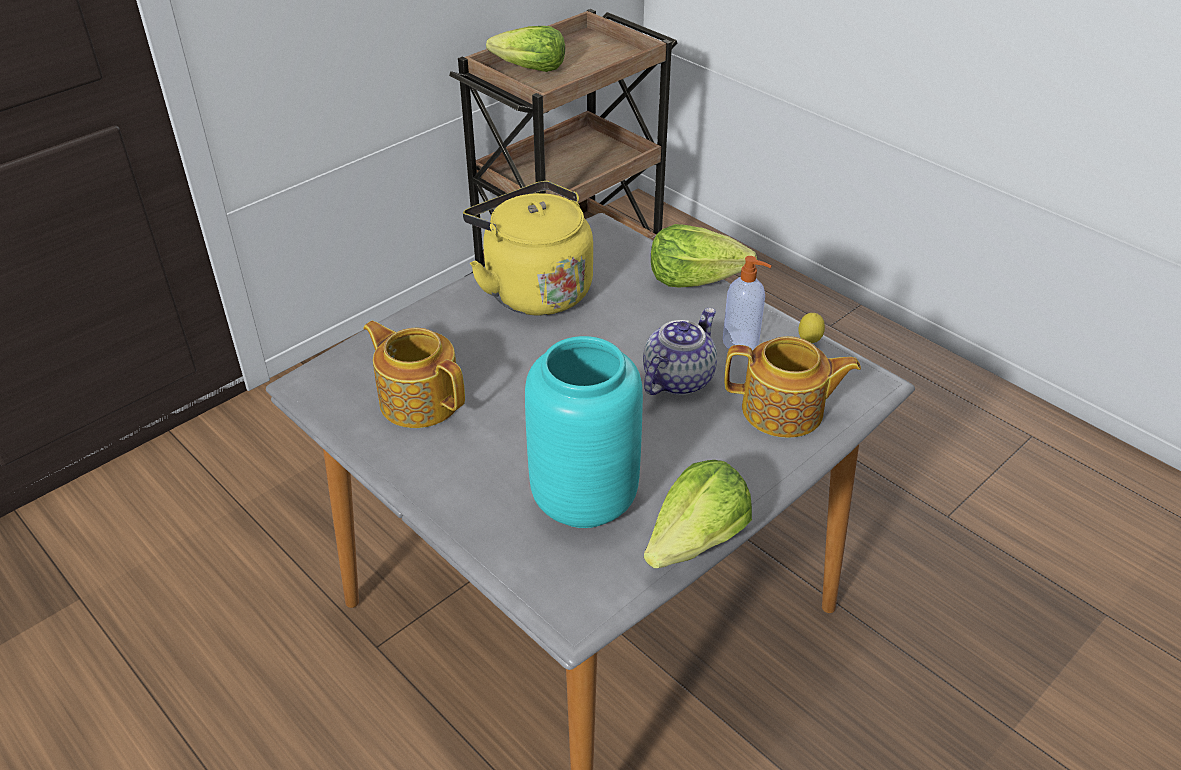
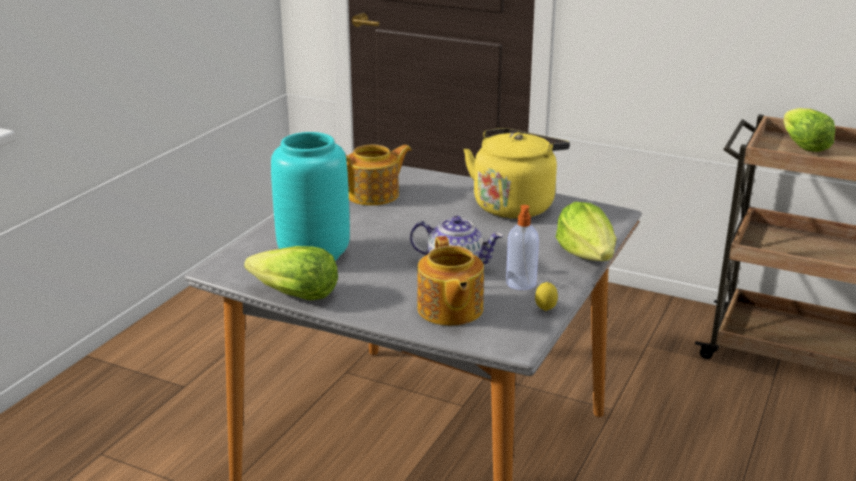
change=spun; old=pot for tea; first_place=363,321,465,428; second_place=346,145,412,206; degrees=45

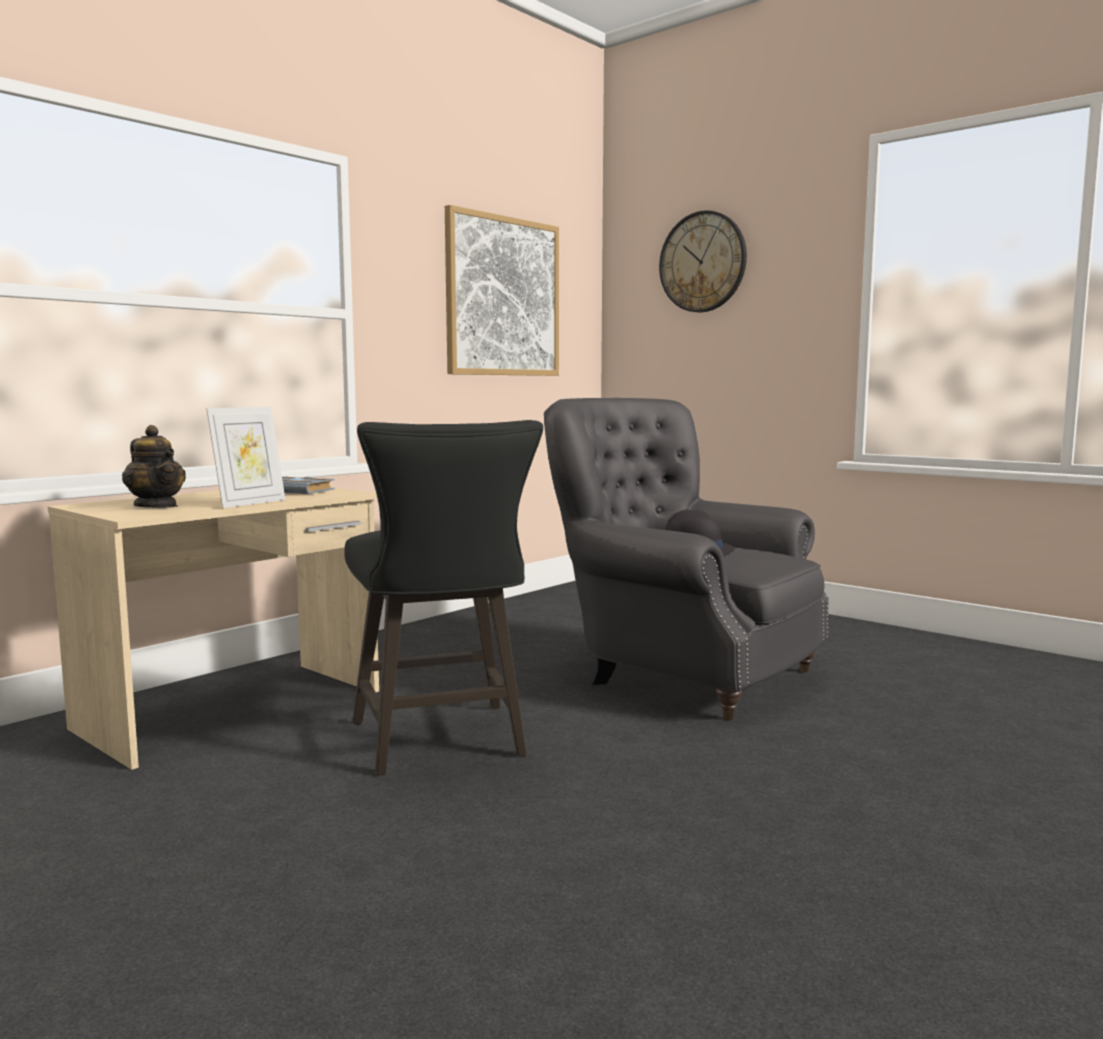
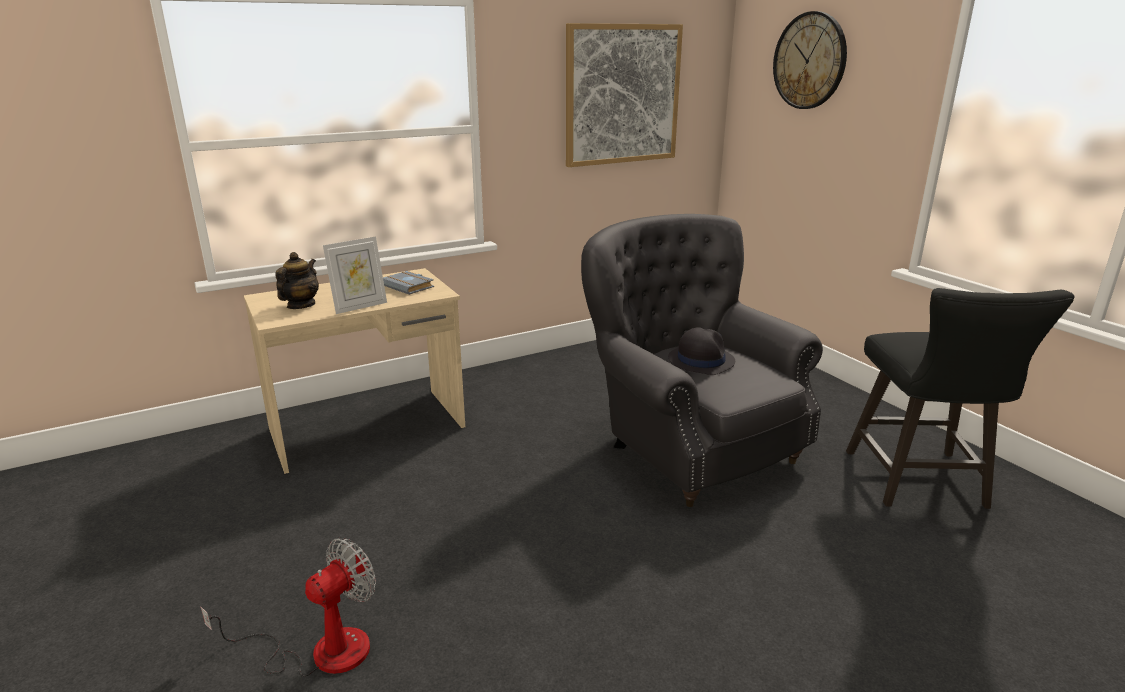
change=appeared; new=electric fan; second_place=200,538,376,677
change=spun; old=pot for tea; first_place=122,425,186,508; second_place=275,252,319,309; degrees=-135
change=relocated; old=black-coloured stool; first_place=344,420,543,776; second_place=846,288,1074,509

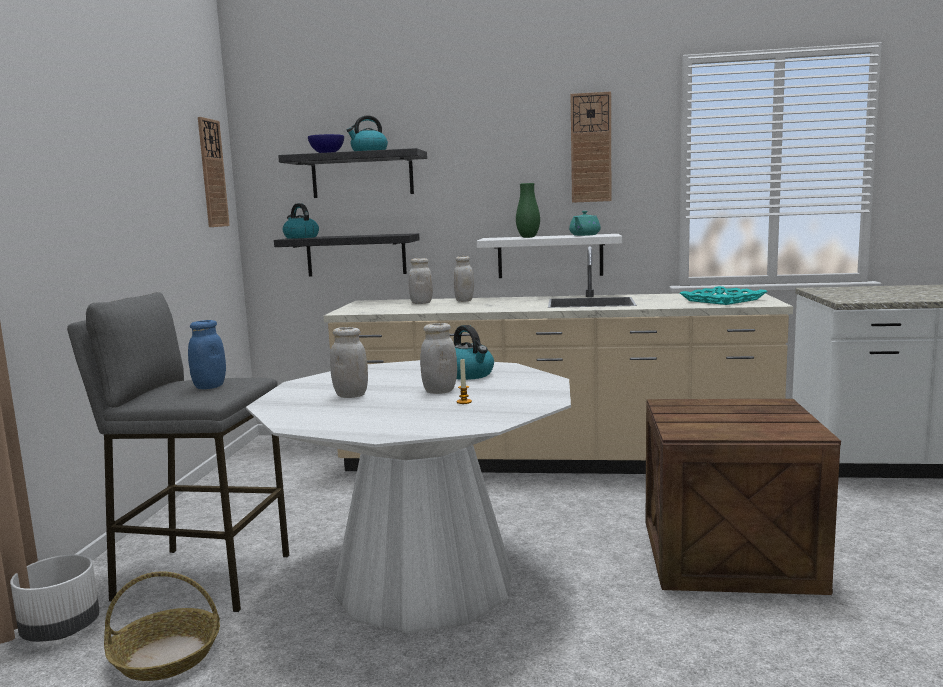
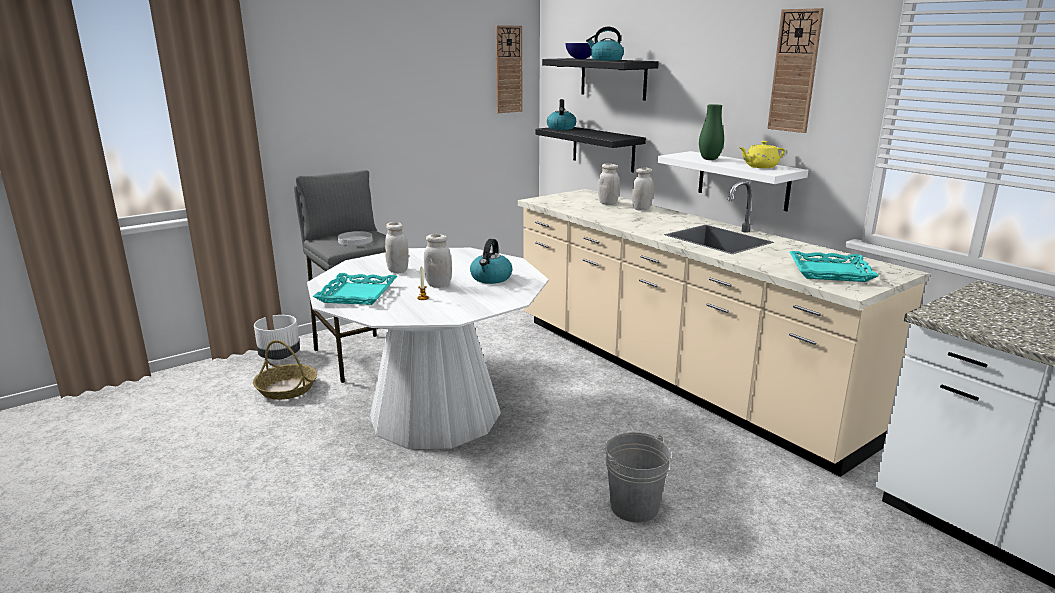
change=appeared; new=blue-green tray; second_place=313,273,397,305
change=exchanged; old=blue jar; new=white-coloured flat dish; first_place=188,320,226,389; second_place=338,231,373,245
change=exchanged; old=shipping crate; new=greyish pail; first_place=646,399,841,595; second_place=605,432,671,523
change=colour; old=blue-green pot for tea; new=yellow pot for tea; first_place=569,211,601,236; second_place=739,141,785,168

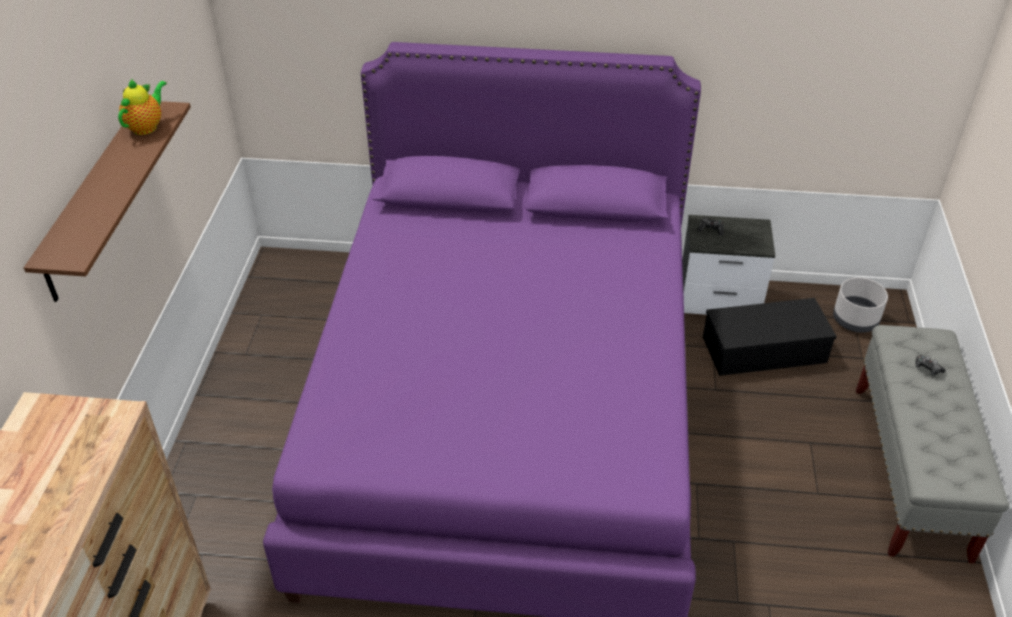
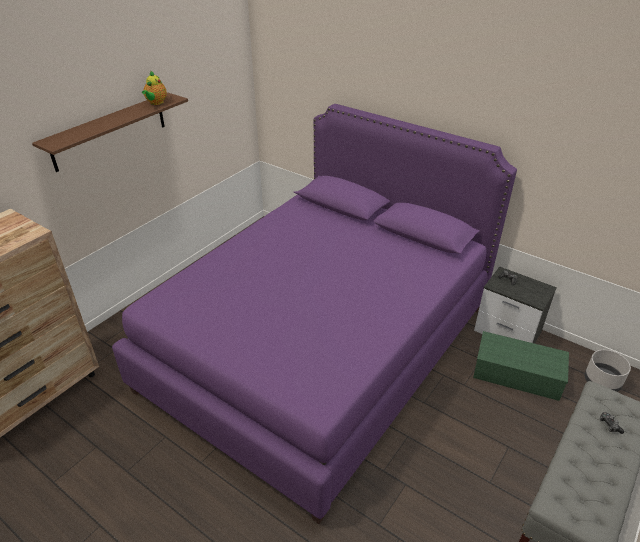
change=spun; old=pot for tea; first_place=118,79,167,135; second_place=142,71,167,105; degrees=135
change=colour; old=black-coloured storage bin; new=greenish storage bin; first_place=703,298,836,376; second_place=473,331,569,401

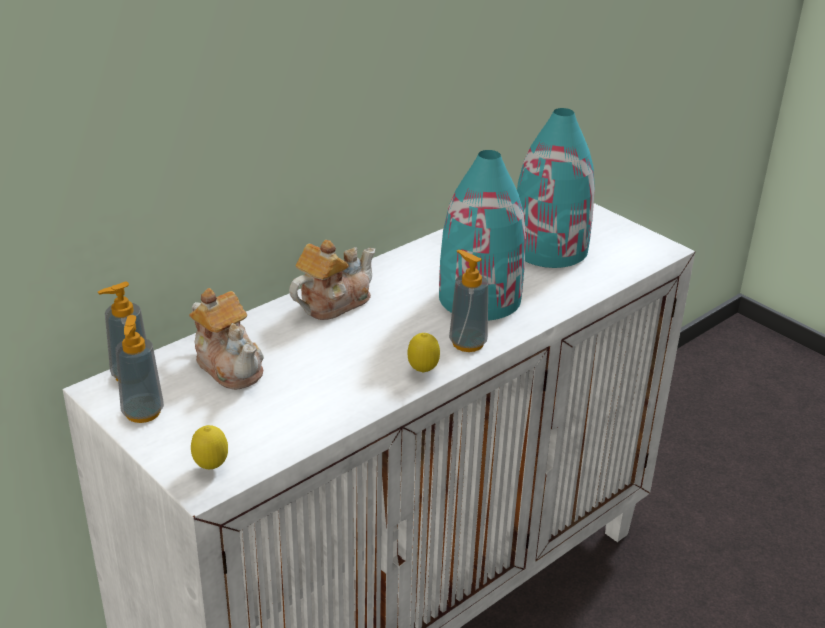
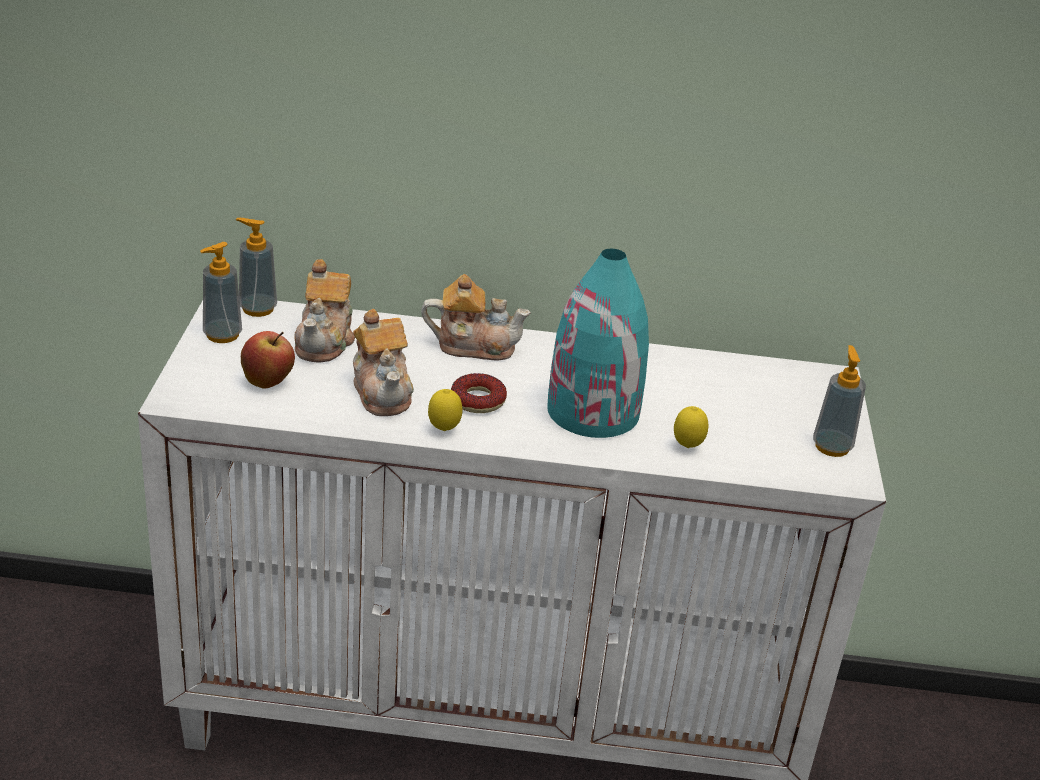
change=appeared; new=whole apple; second_place=241,331,295,389
change=appeared; new=pot for tea; second_place=353,309,414,416
change=appeared; new=donut; second_place=451,373,507,413
change=relocated; old=whole lemon; first_place=191,425,228,469; second_place=674,406,708,448
change=relocated; old=soap bottle; first_place=449,250,488,352; second_place=813,345,866,457
change=missing; old=blue-green decorative vase; first_place=517,108,595,268

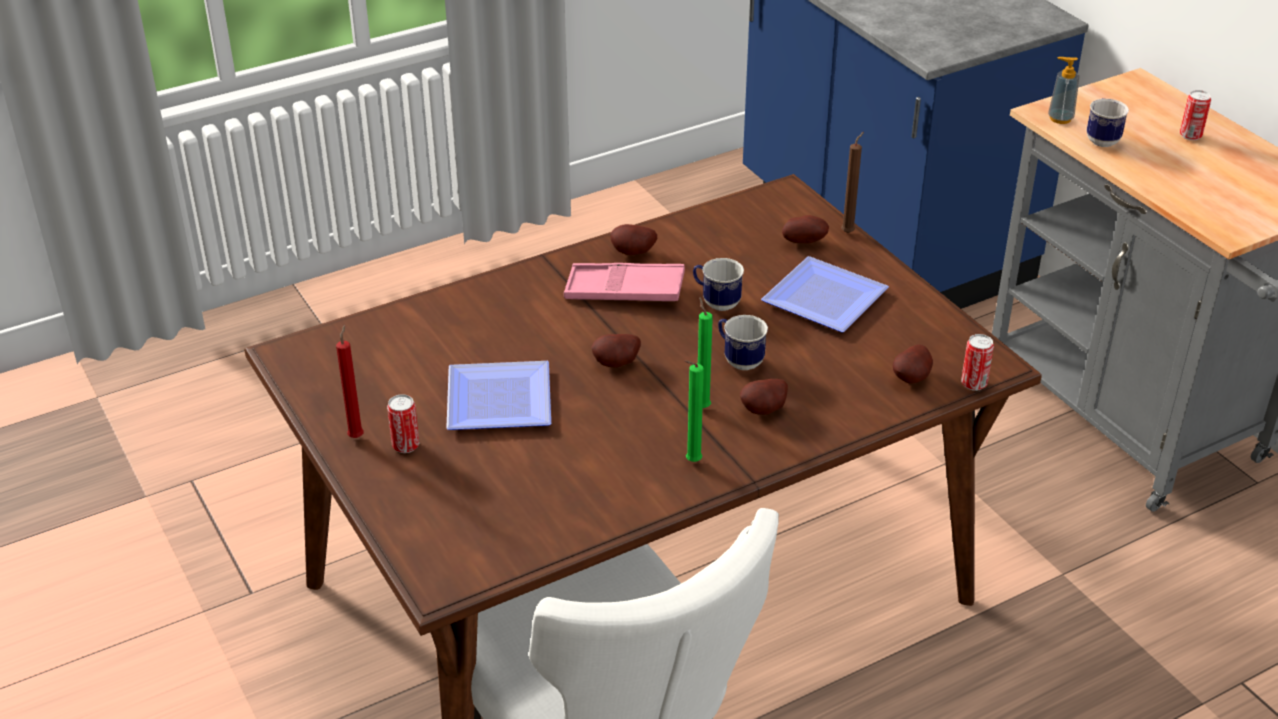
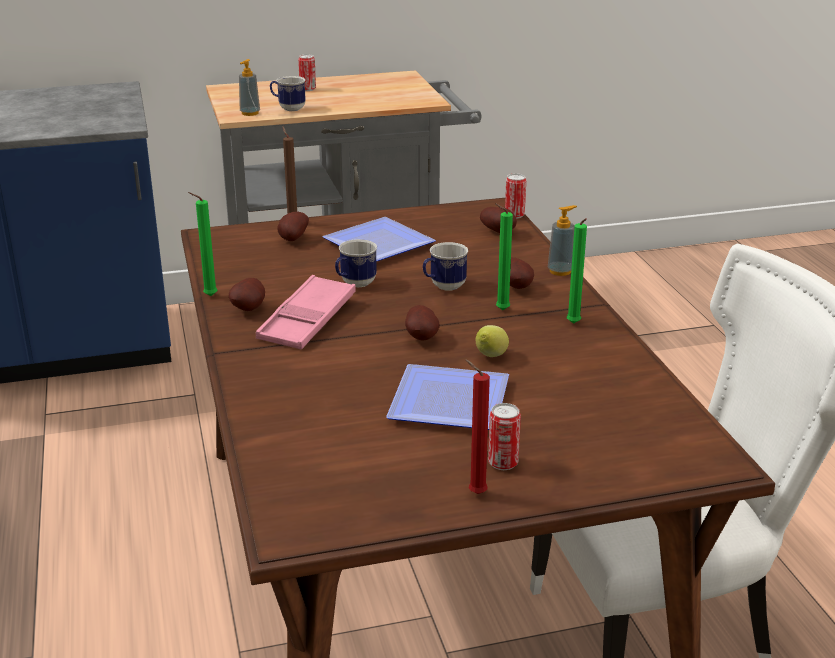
change=appeared; new=greenish candle; second_place=188,192,217,296
change=appeared; new=whole lemon; second_place=476,325,509,357
change=appeared; new=soap bottle; second_place=548,205,577,276

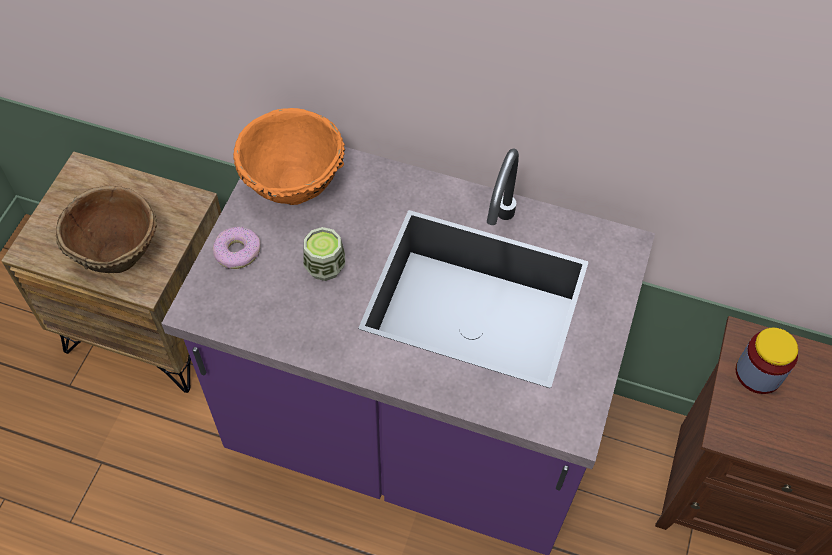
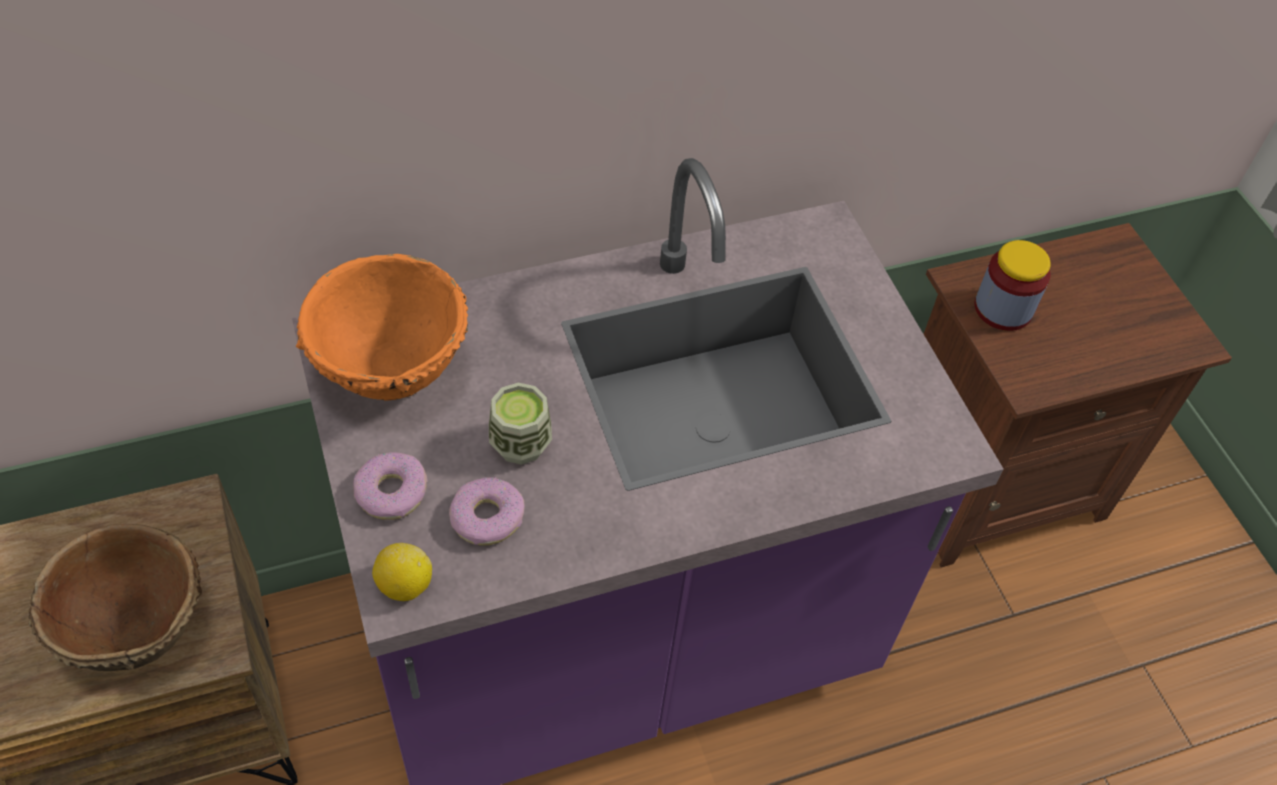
change=appeared; new=whole lemon; second_place=372,543,432,601
change=appeared; new=donut; second_place=449,477,525,546

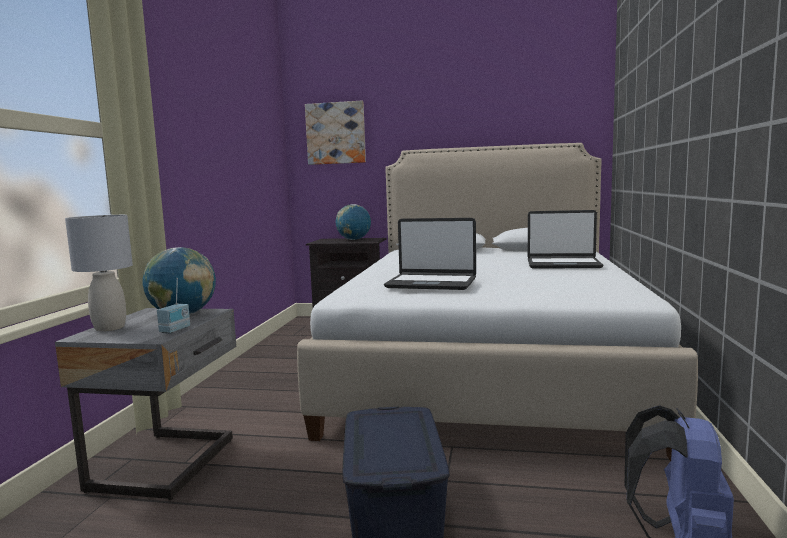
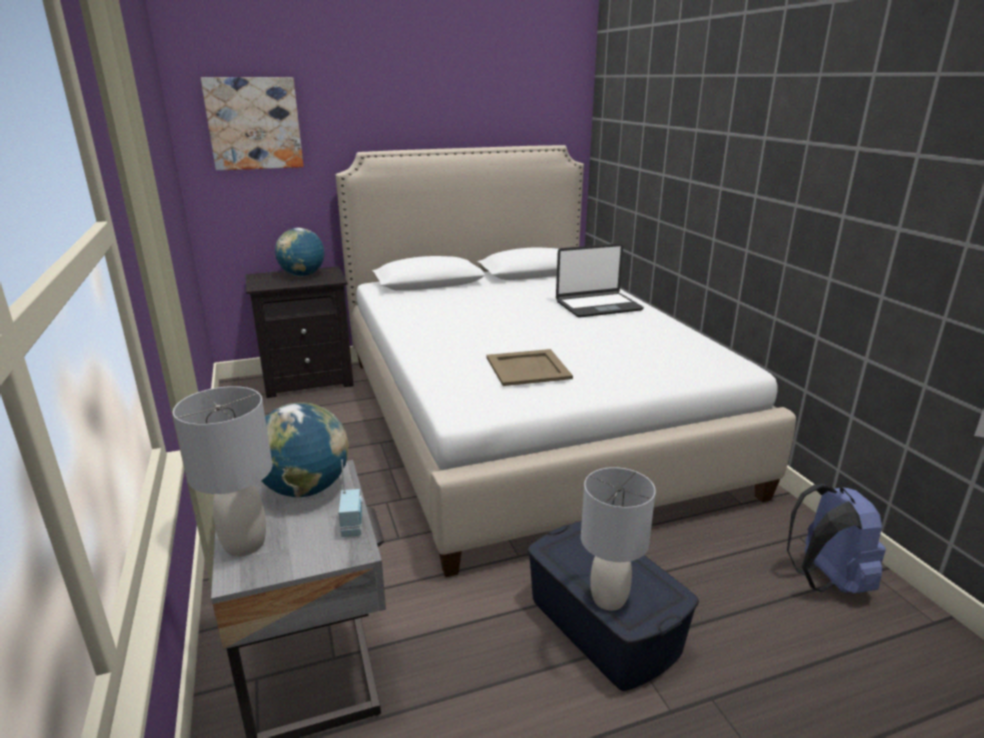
change=exchanged; old=laptop; new=beige tray; first_place=384,218,476,290; second_place=487,349,573,386
change=appeared; new=greyish tabletop lamp; second_place=581,467,656,611

